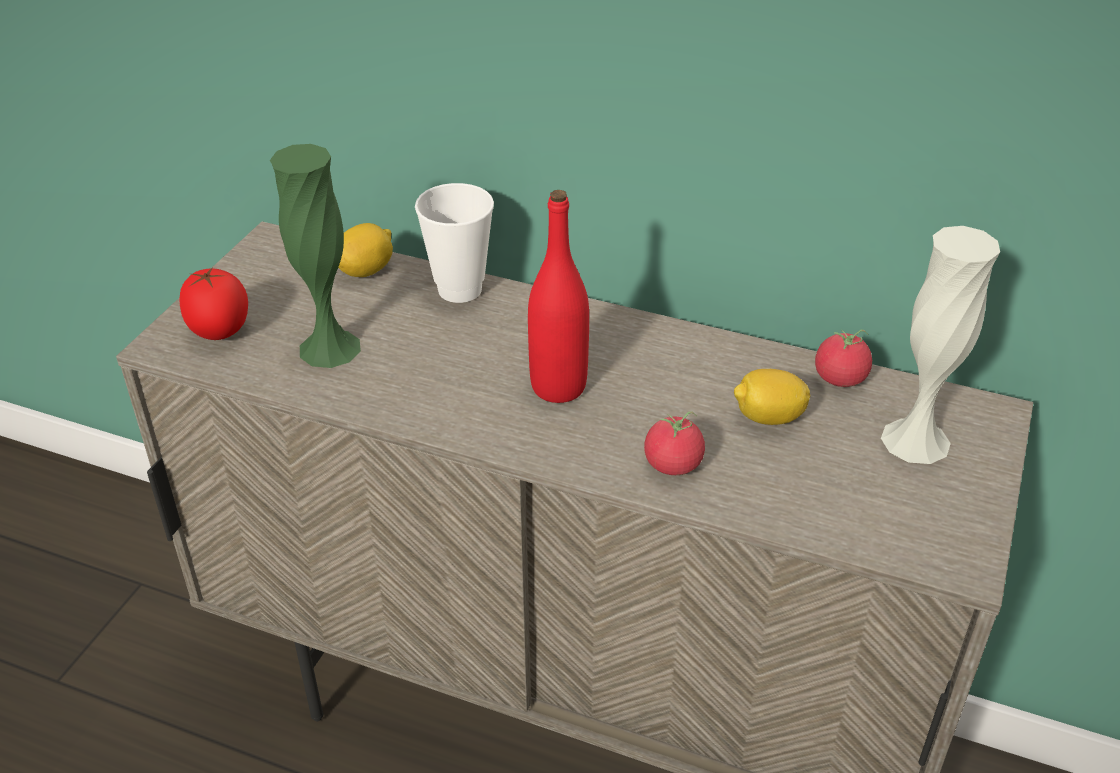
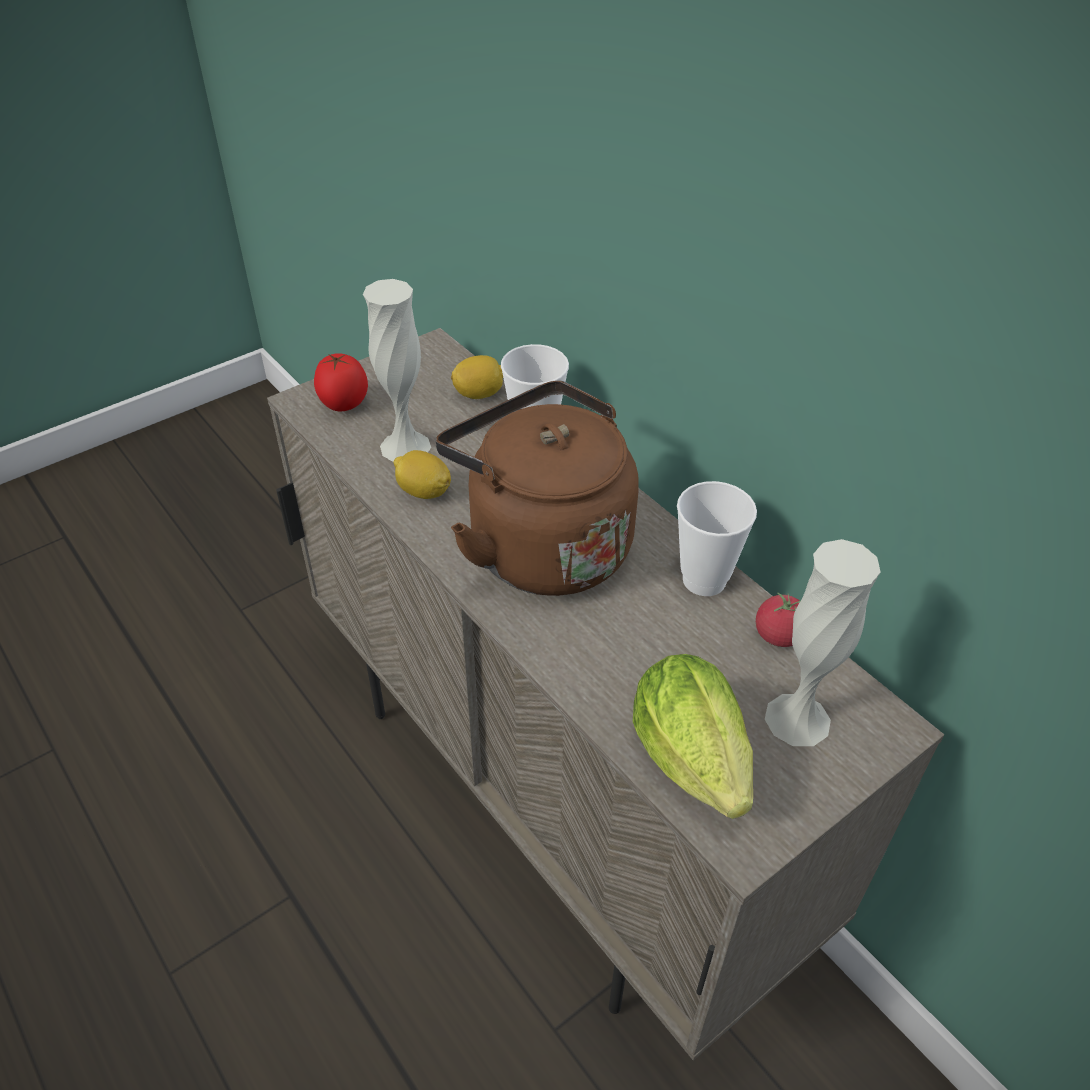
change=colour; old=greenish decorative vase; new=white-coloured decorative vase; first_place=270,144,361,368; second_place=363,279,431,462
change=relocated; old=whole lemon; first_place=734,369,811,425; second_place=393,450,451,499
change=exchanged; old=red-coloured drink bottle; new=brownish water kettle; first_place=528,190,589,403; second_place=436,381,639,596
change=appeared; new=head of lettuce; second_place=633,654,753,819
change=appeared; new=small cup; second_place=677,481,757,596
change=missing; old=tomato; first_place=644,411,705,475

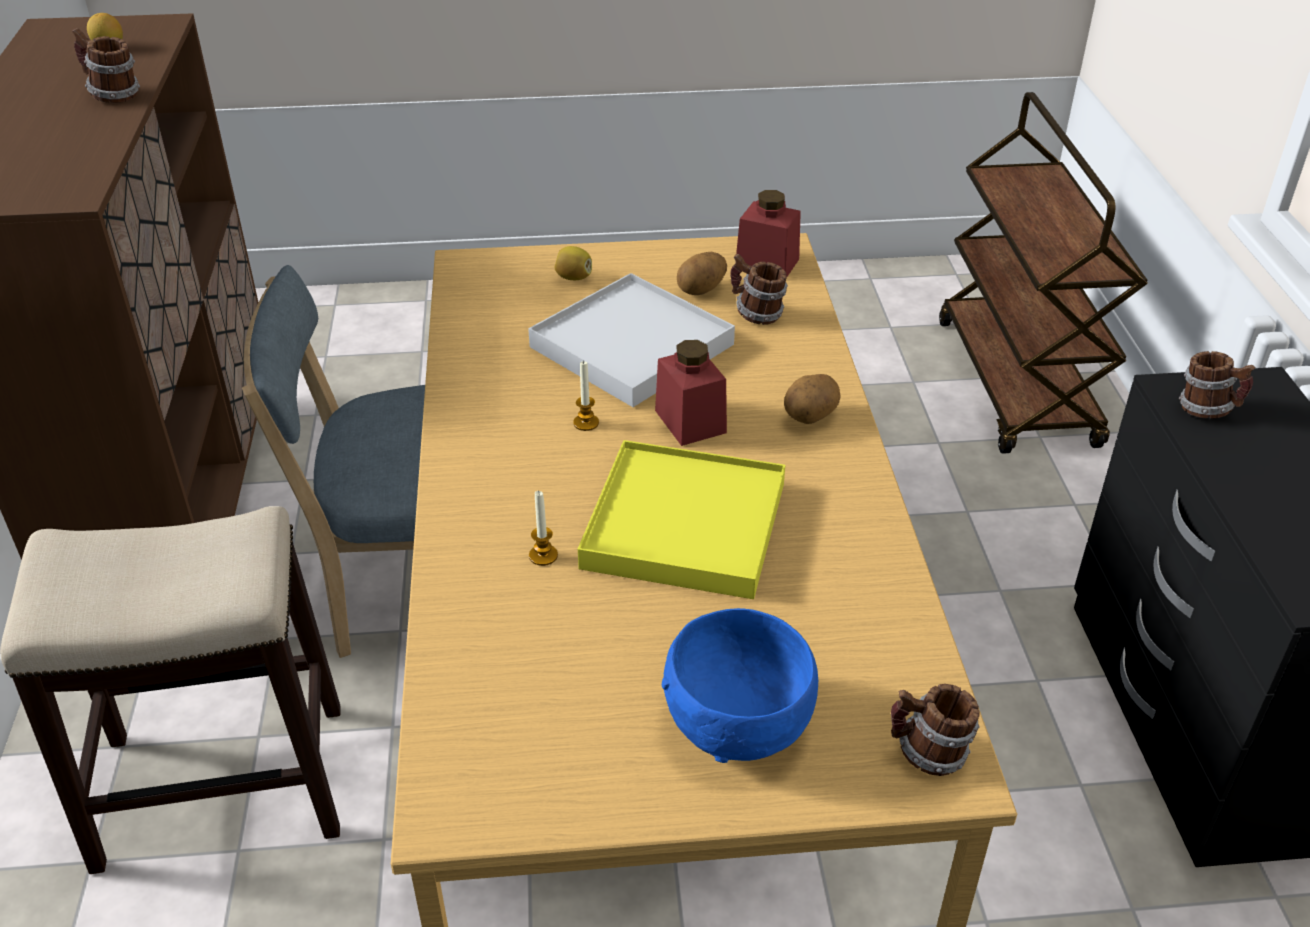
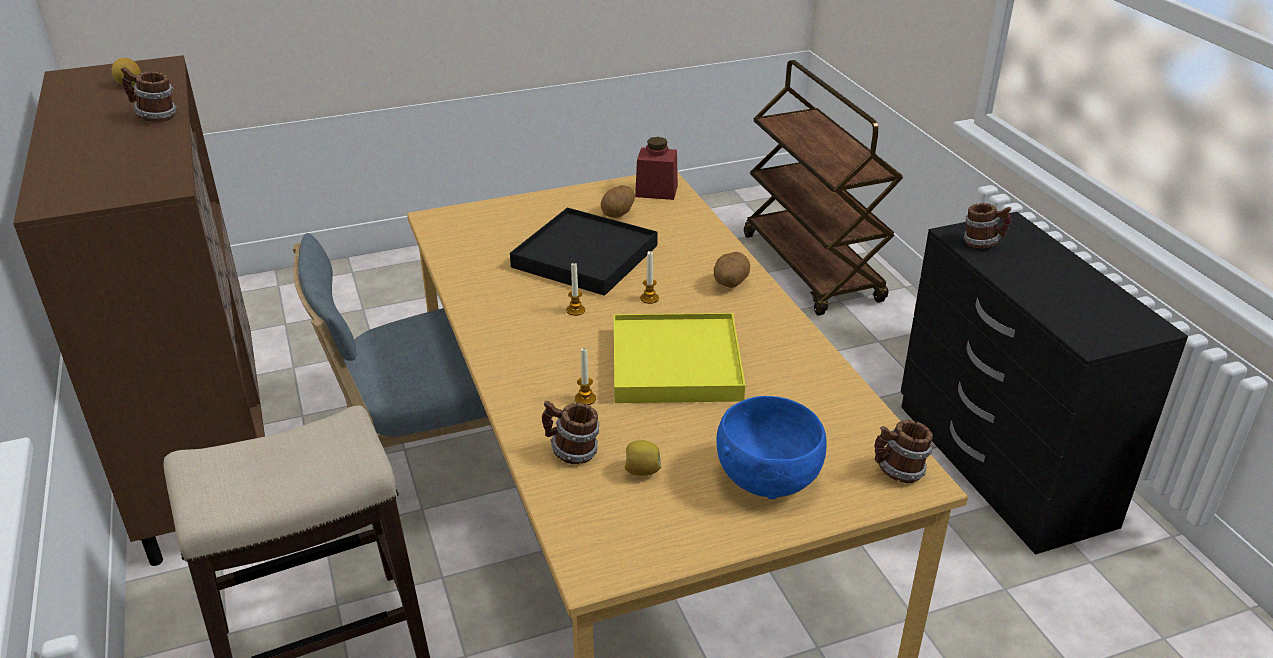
change=colour; old=white-coloured tray; new=black-coloured tray; first_place=528,273,735,407; second_place=510,208,658,296
change=relocated; old=coffee mug; first_place=730,254,788,325; second_place=542,400,599,464
change=relocated; old=whole lemon; first_place=555,246,592,280; second_place=624,440,662,476
change=exchanged; old=red-coloured jar; new=candle; first_place=655,340,727,446; second_place=640,251,659,304

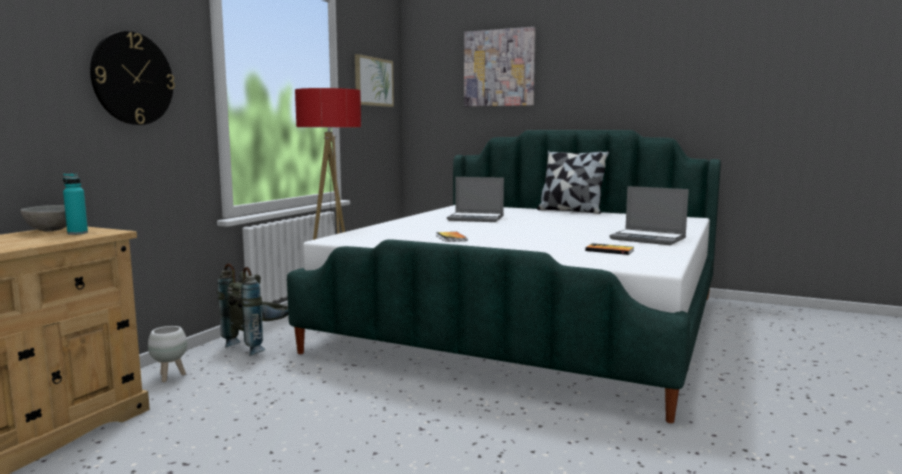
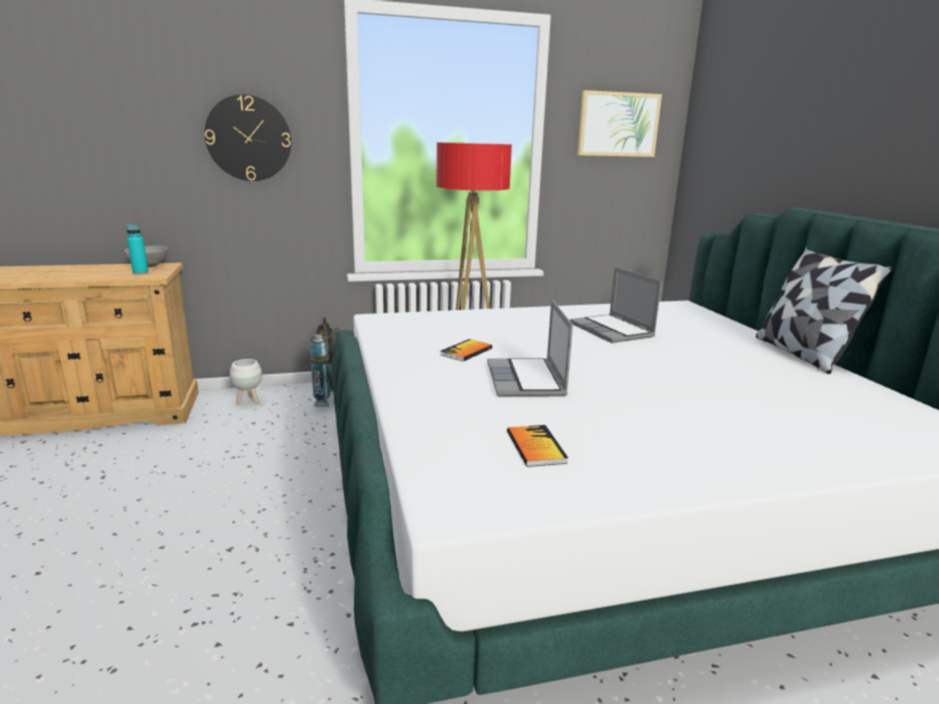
change=relocated; old=laptop; first_place=610,186,689,245; second_place=487,299,573,397
change=missing; old=wall picture; first_place=464,27,536,107

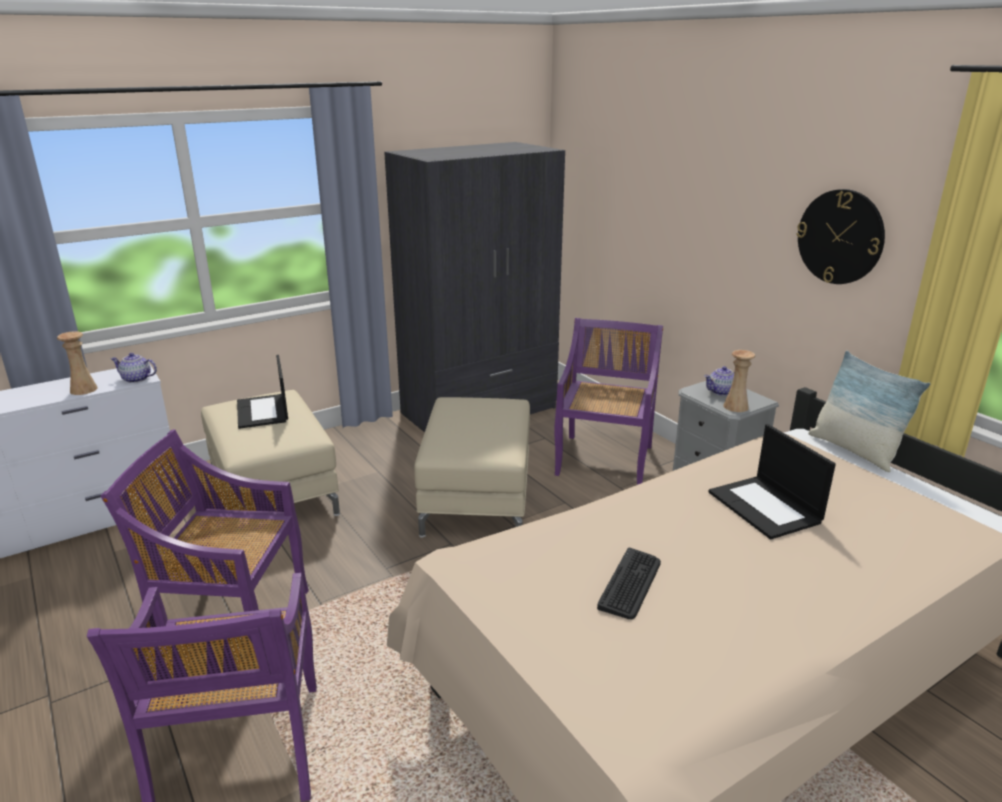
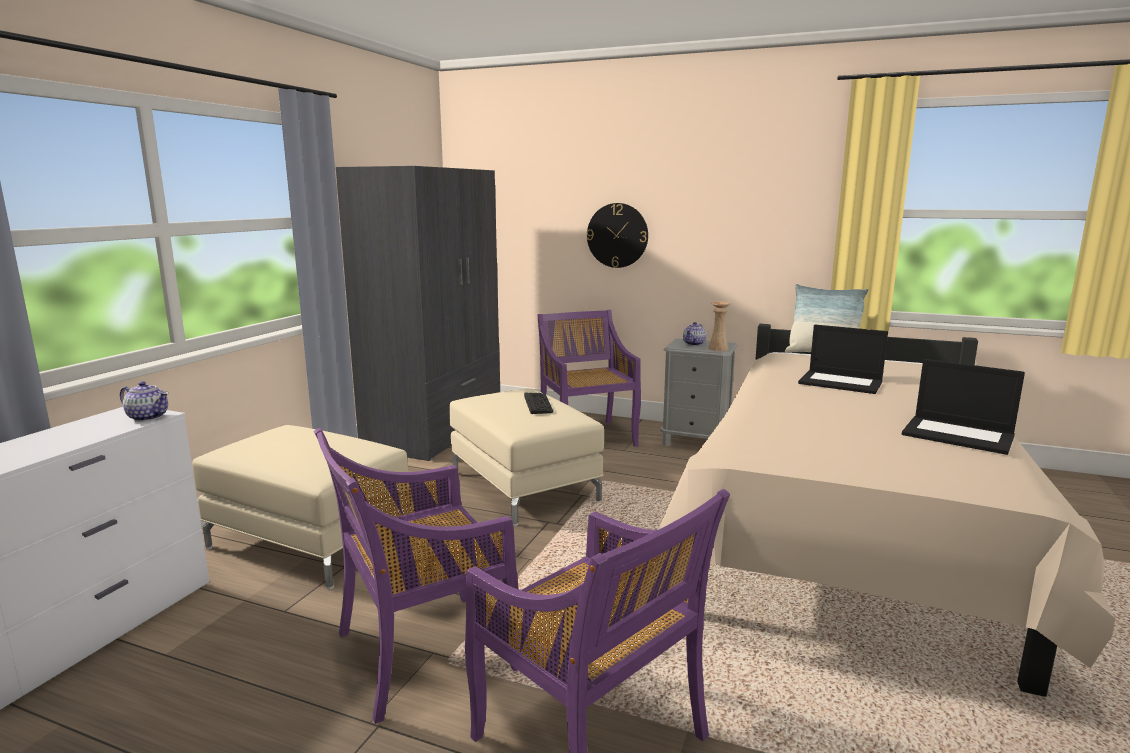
change=spun; old=pot for tea; first_place=110,353,157,383; second_place=120,381,169,421; degrees=-135
change=relocated; old=PC keyboard; first_place=597,548,661,619; second_place=524,393,553,414
change=relocated; old=wall clock; first_place=797,189,885,284; second_place=587,203,648,268
change=relocated; old=laptop; first_place=237,355,288,429; second_place=902,359,1025,455
change=missing; old=beige decorative vase; first_place=57,331,98,395

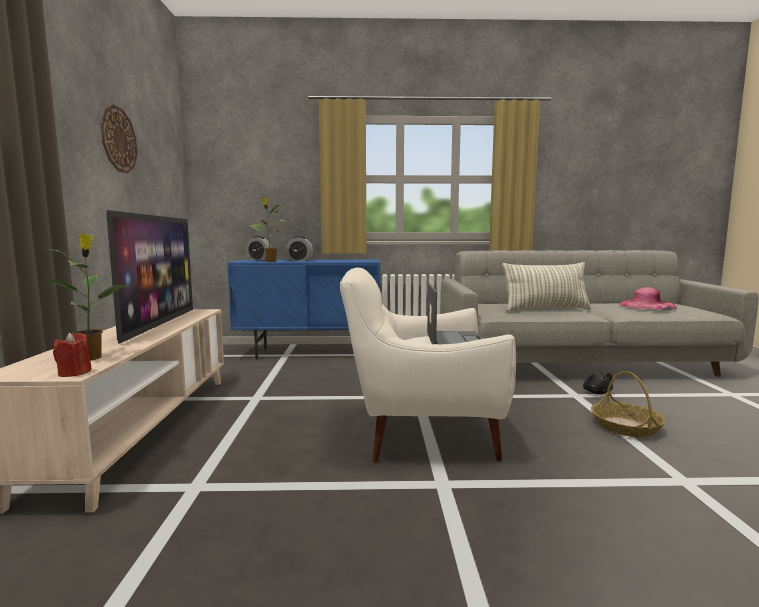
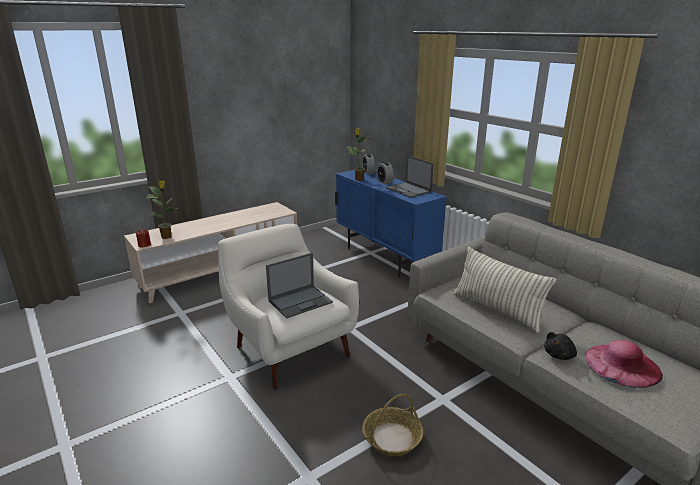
change=appeared; new=laptop; second_place=385,156,434,198
change=relocated; old=black-coloured cuddly toy; first_place=583,372,613,394; second_place=544,332,577,360
change=missing; old=wall clock; first_place=101,104,137,174
change=missing; old=TV; first_place=106,210,193,343

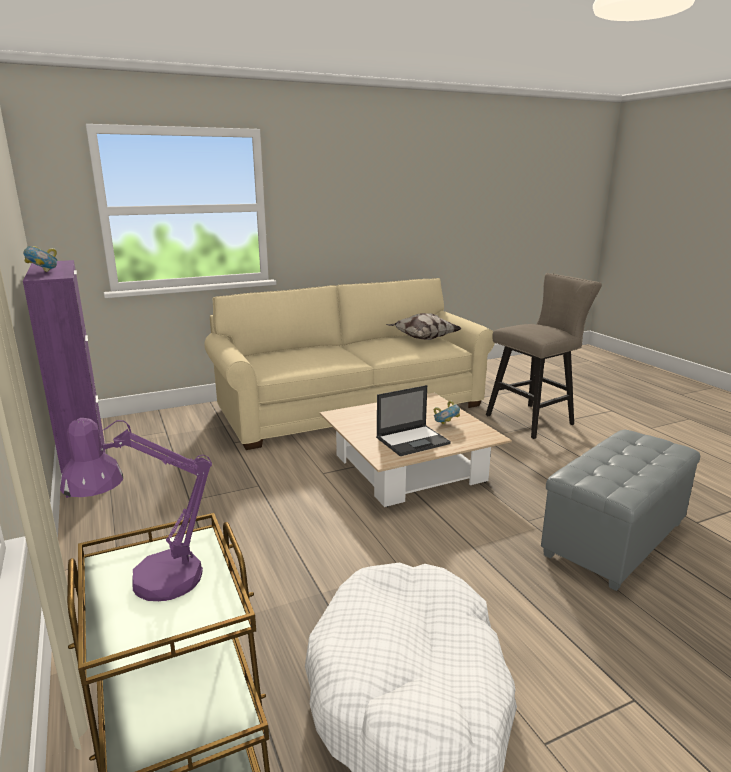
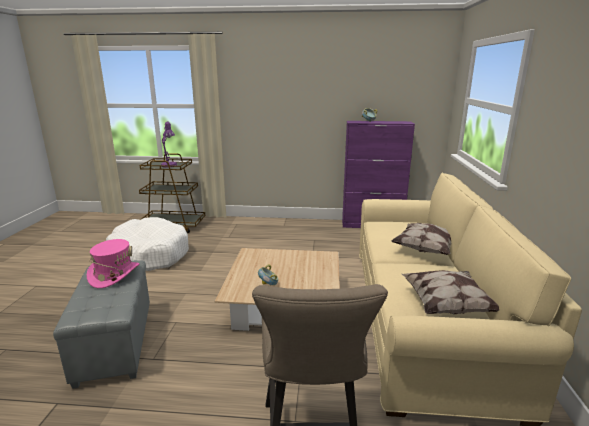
change=appeared; new=pink hat; second_place=87,239,139,288
change=appeared; new=throw pillow; second_place=391,223,452,255
change=missing; old=laptop; first_place=376,385,451,456

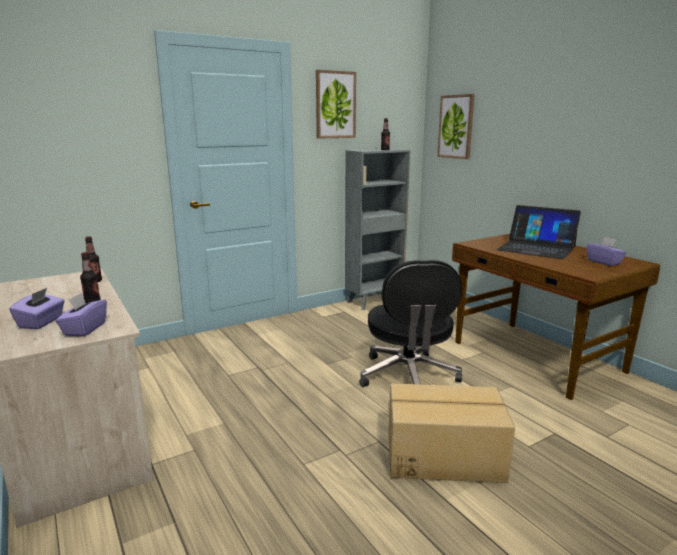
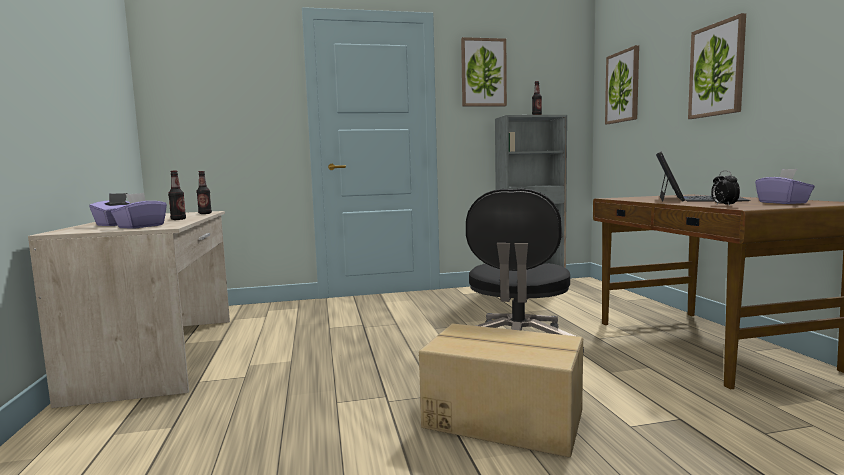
change=spun; old=laptop; first_place=497,205,581,259; second_place=656,152,751,202; degrees=-120
change=appeared; new=wall picture; second_place=688,13,746,119
change=appeared; new=table clock; second_place=711,171,740,206

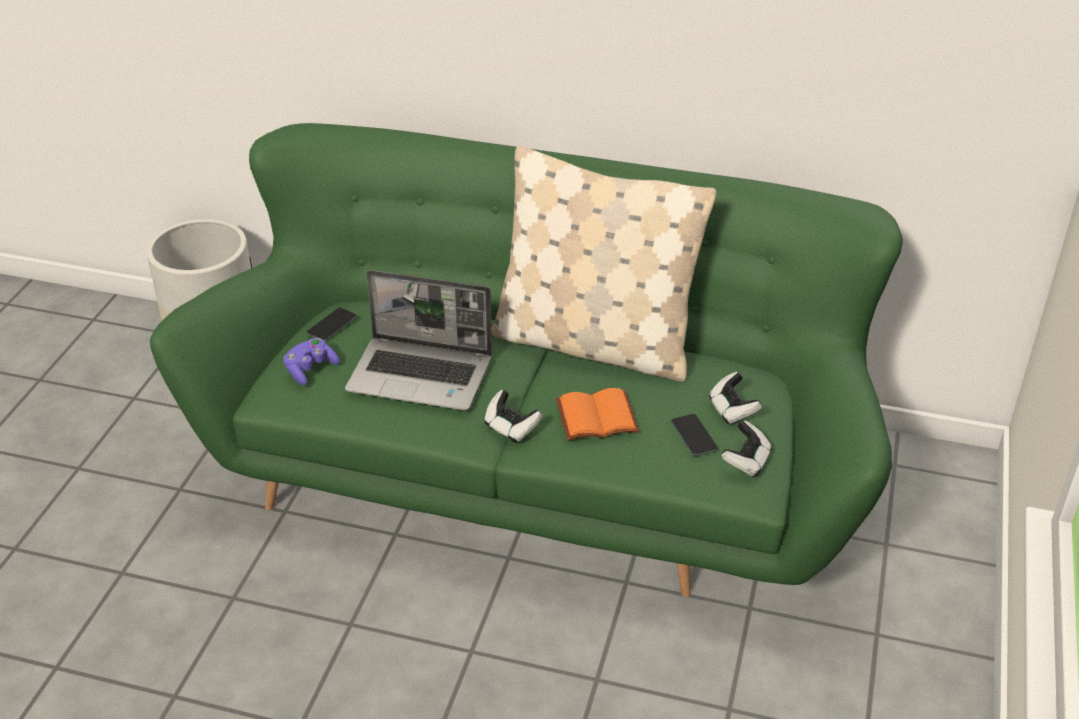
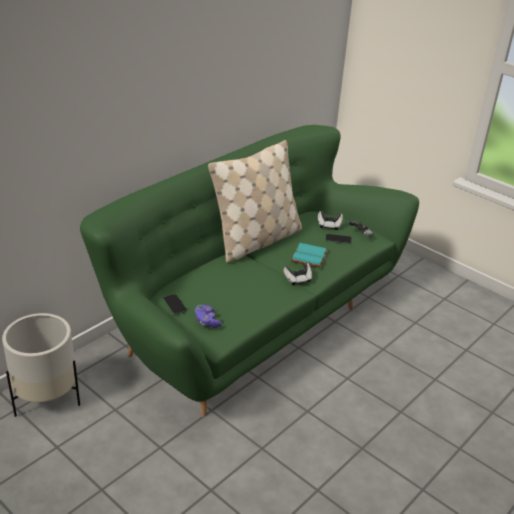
change=colour; old=orangey volume; new=blue-green volume; first_place=556,388,639,440; second_place=291,243,328,268
change=missing; old=laptop; first_place=345,270,492,411

